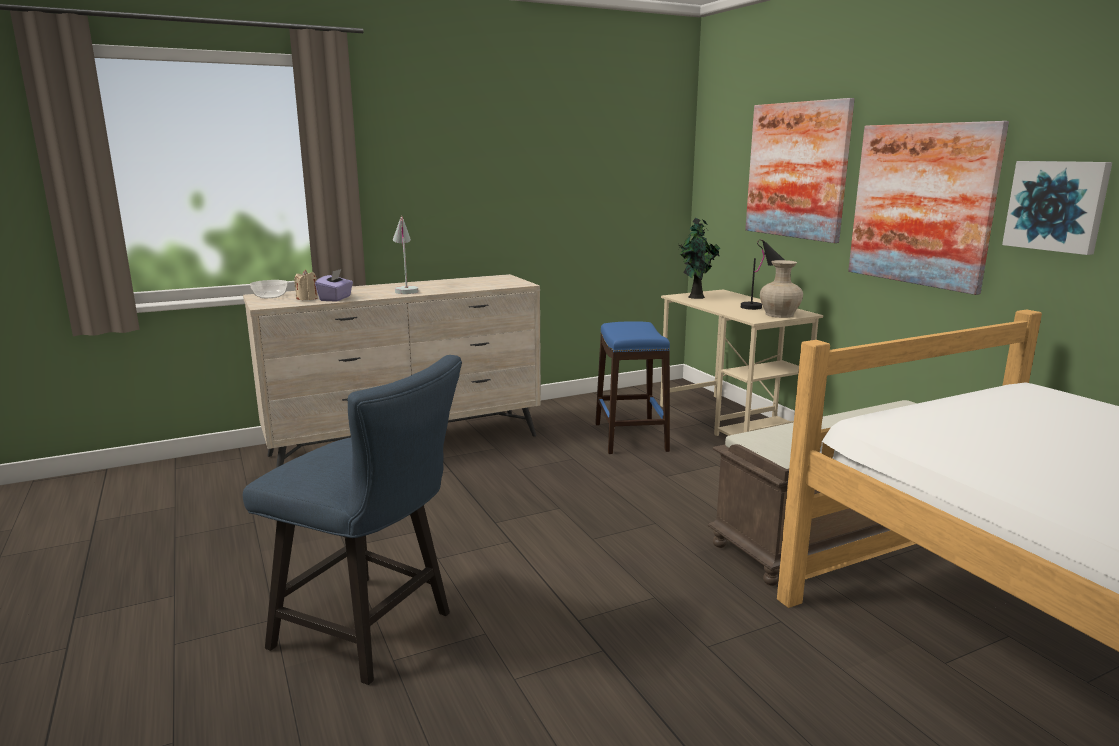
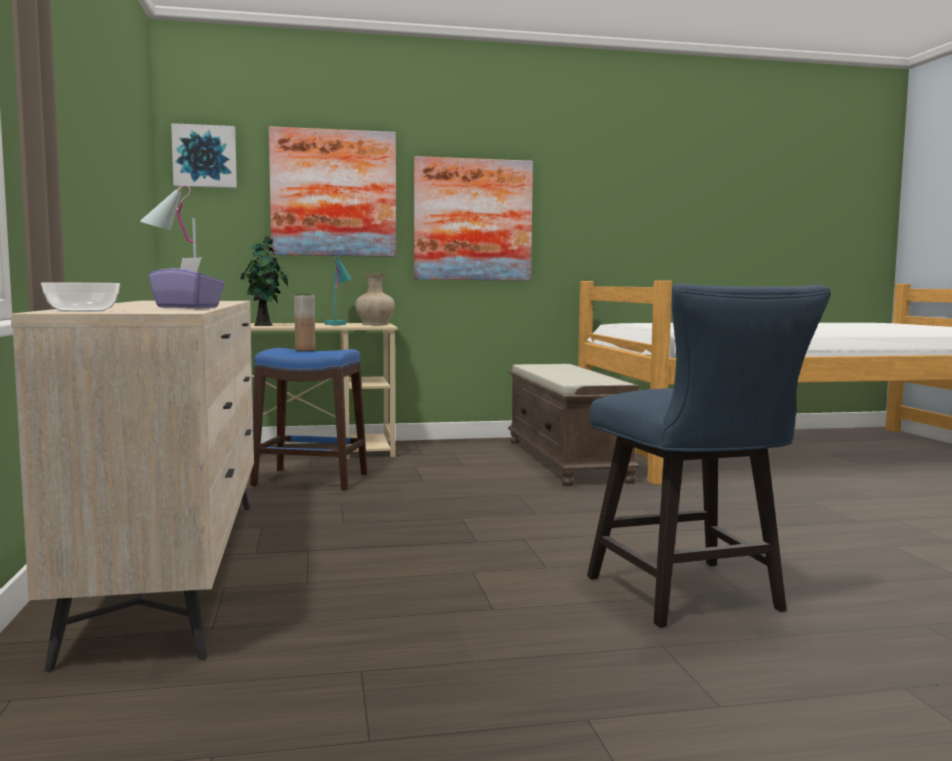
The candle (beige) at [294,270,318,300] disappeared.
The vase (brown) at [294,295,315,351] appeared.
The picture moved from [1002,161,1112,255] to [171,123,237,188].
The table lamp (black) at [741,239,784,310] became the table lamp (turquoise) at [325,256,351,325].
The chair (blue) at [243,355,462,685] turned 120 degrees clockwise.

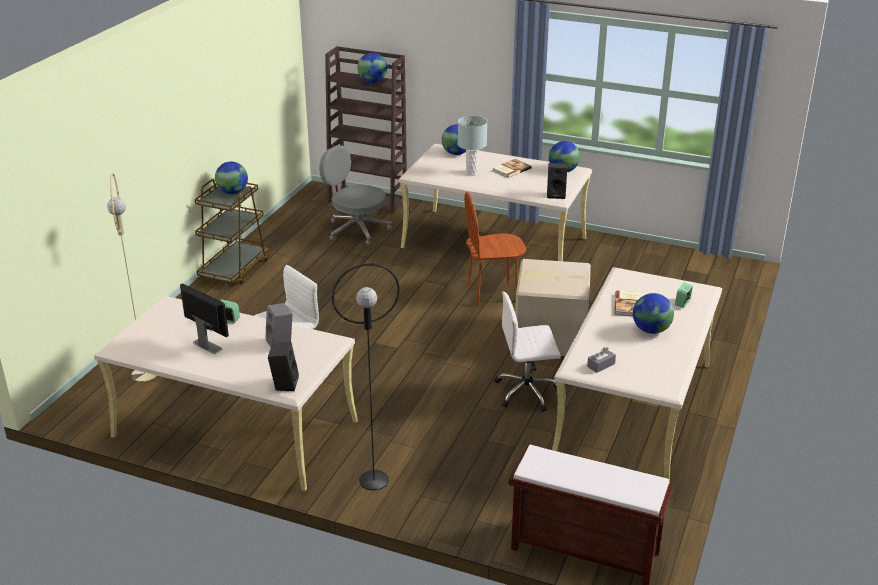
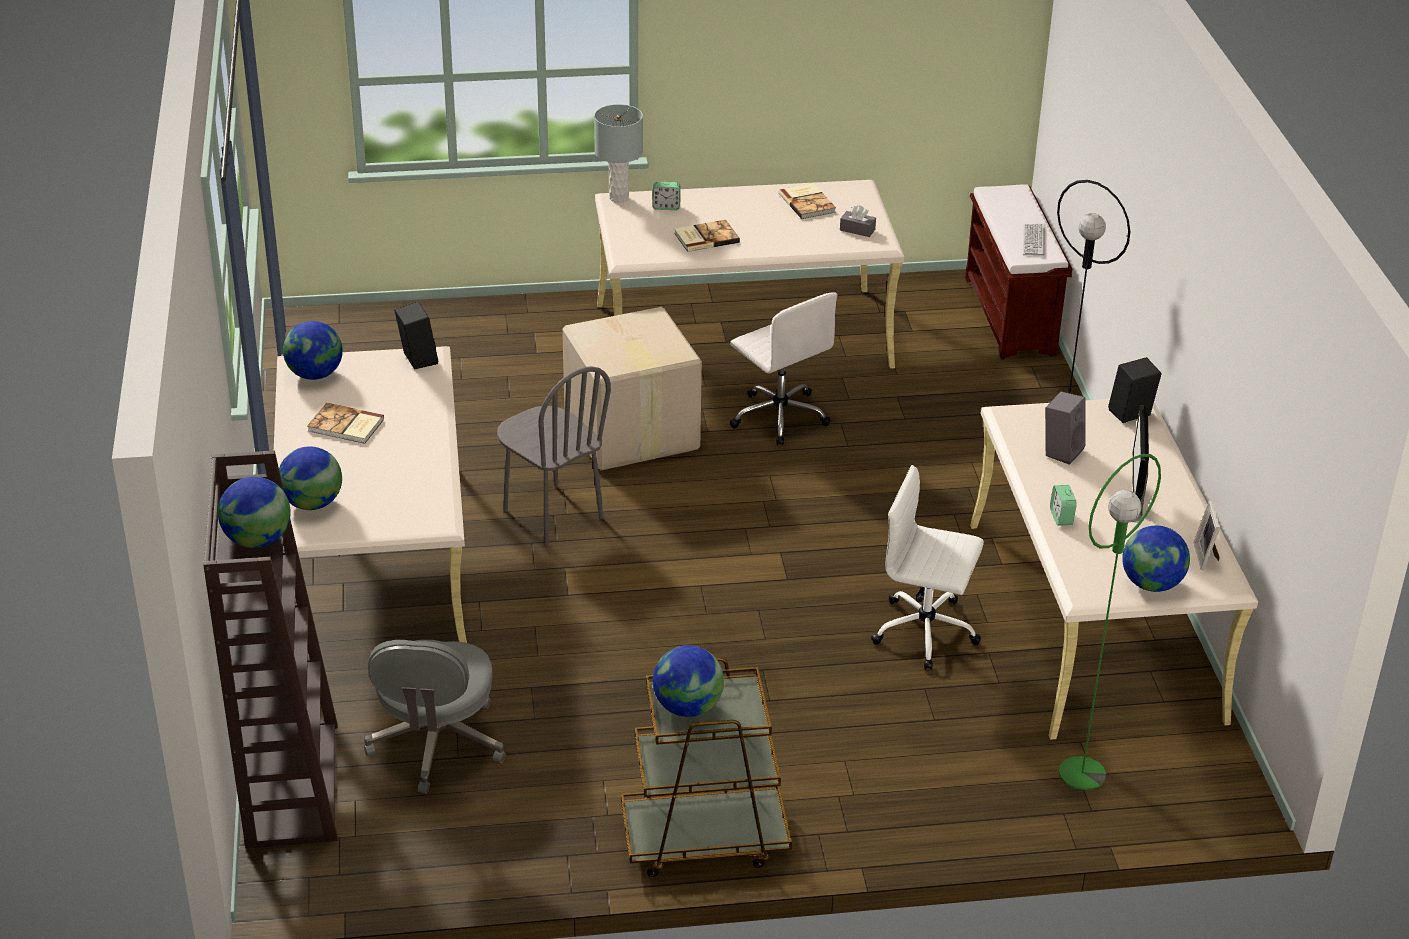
The book at [779,183,836,219] appeared.
The keyboard at [1023,224,1045,256] appeared.
The picture frame at [1193,501,1220,570] appeared.
The table lamp (grey) moved from [458,116,487,176] to [594,104,643,203].
The globe moved from [633,293,674,334] to [1122,525,1190,592].
The floor lamp (beige) at [107,173,157,382] became the floor lamp (green) at [1059,454,1161,790].
The chair (brown) at [464,192,526,307] became the chair (grey) at [497,366,611,546].

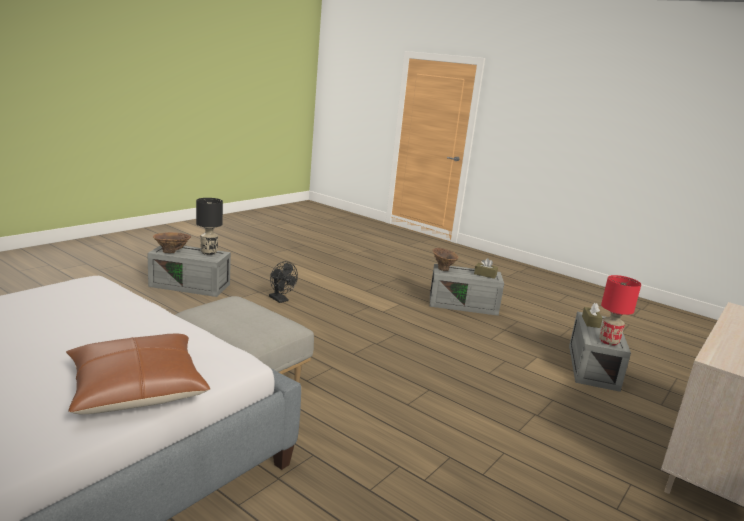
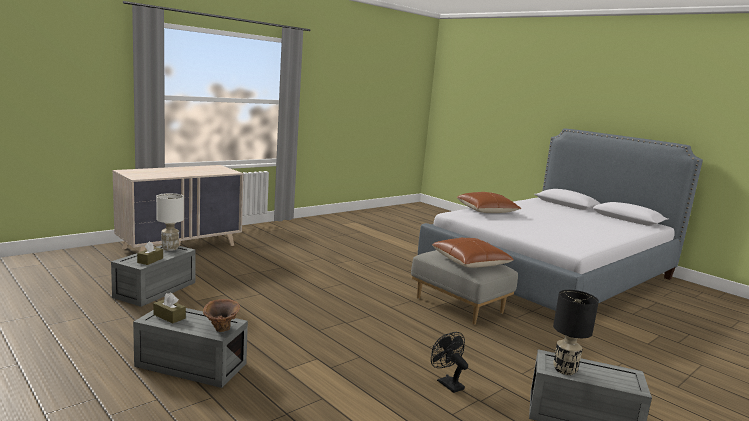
The vase (brown) at [153,232,191,253] disappeared.
The pillow (brown) at [432,238,514,268] appeared.
The table lamp (red) at [599,275,641,346] became the table lamp (white) at [156,193,184,251].

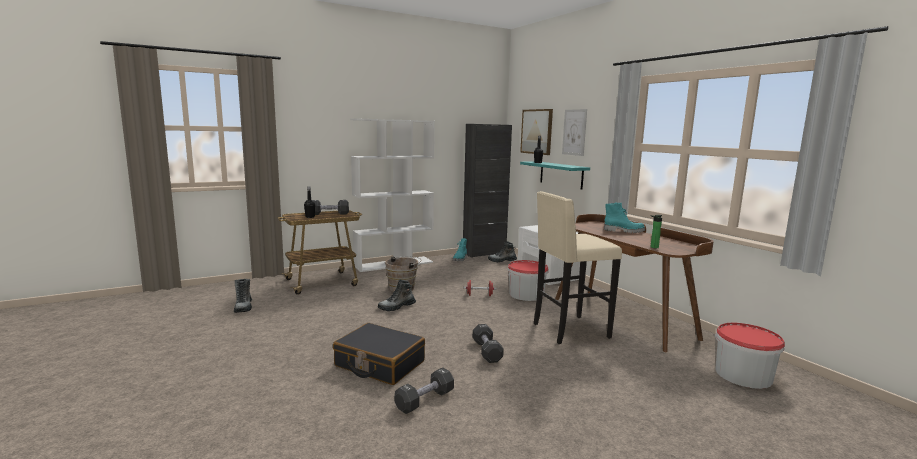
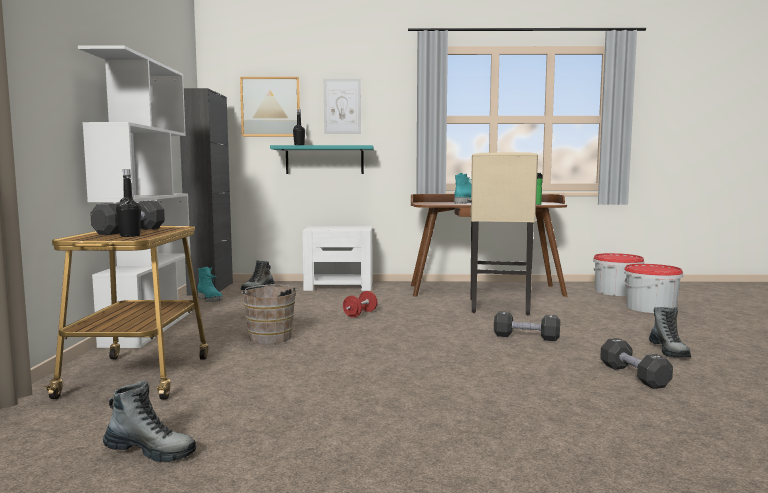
The suitcase (black) at [333,323,425,385] disappeared.
The boot moved from [378,279,416,311] to [649,307,691,357].
The bucket moved from [508,260,548,301] to [624,264,683,313].

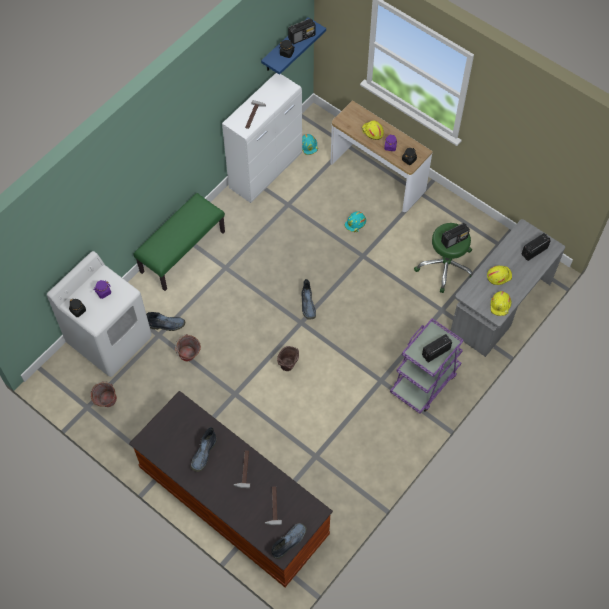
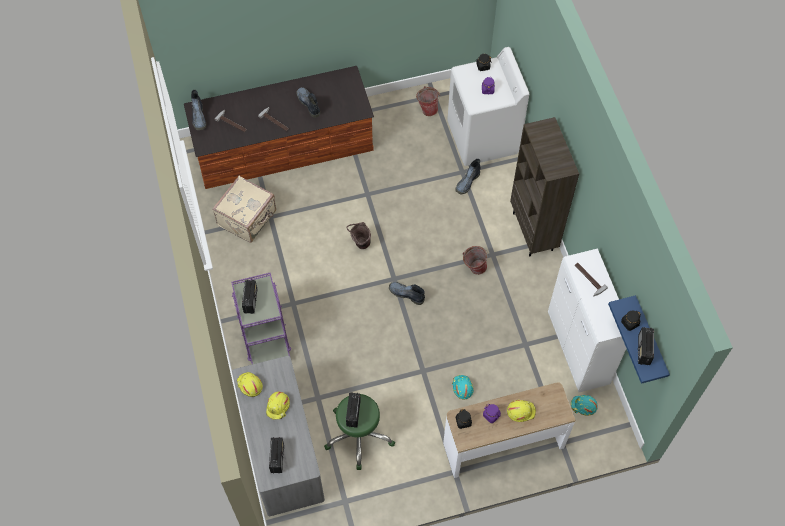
The suitcase (beige) at [212,176,276,243] appeared.
The bucket moved from [175,334,201,361] to [463,246,488,275].
The bench (green) at [134,193,225,291] was replaced by the bookcase (brown) at [510,117,579,256].

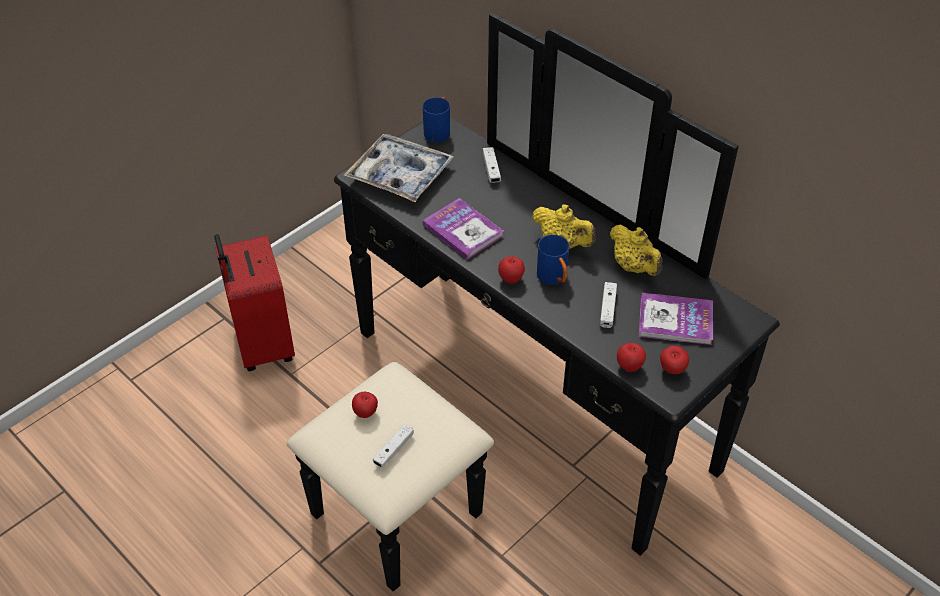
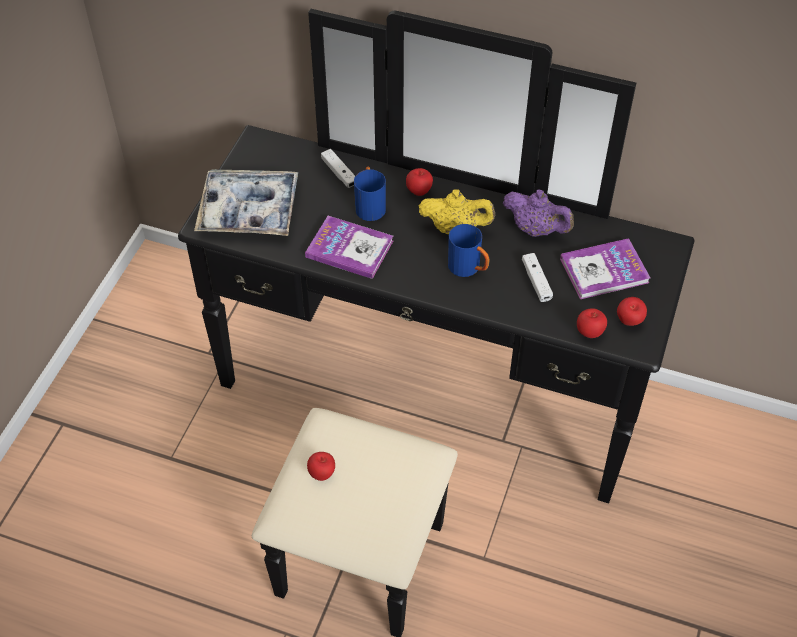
The suitcase (red) at [214,234,295,371] disappeared.
The game controller (white) at [373,424,414,468] disappeared.
The mug (blue) moved from [422,97,450,143] to [354,167,386,221].
The apple moved from [498,256,525,284] to [406,168,433,196].
The teapot (yellow) at [610,224,663,276] became the teapot (purple) at [503,189,574,237].

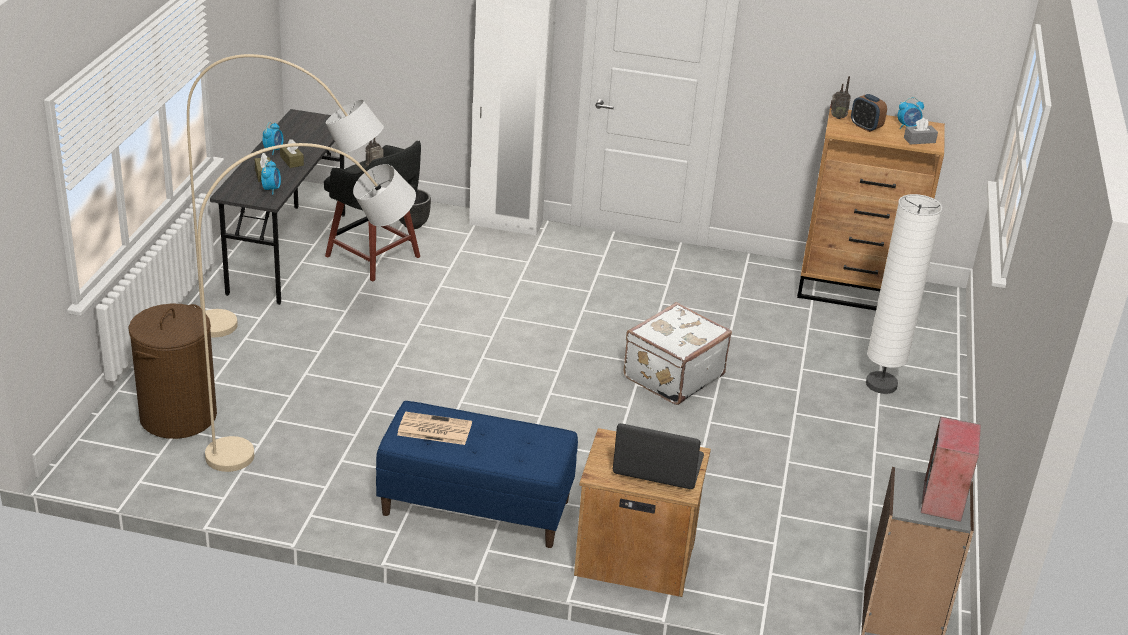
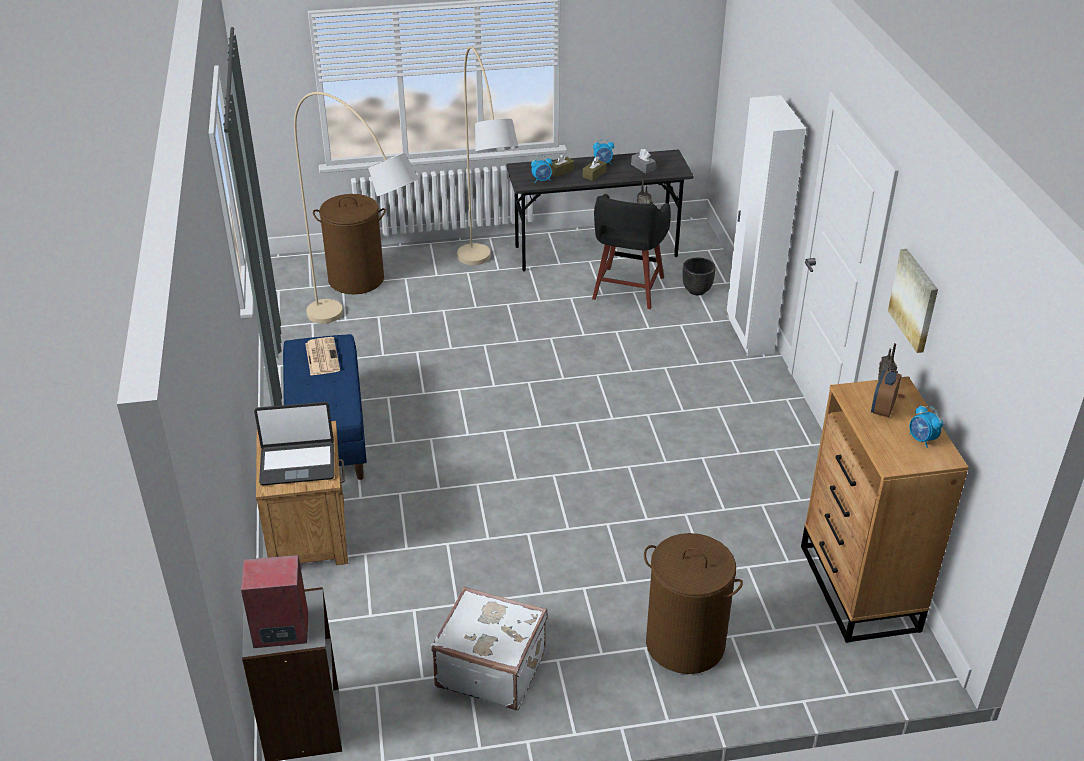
The picture at [888,249,938,353] appeared.
The suitcase (white) moved from [623,302,732,405] to [431,587,548,710].
The tissue box (grey) moved from [904,118,938,144] to [631,149,656,173].
The floor lamp (white) at [866,194,943,394] was replaced by the laundry basket (brown) at [644,533,743,674].
The laptop at [613,423,704,489] turned 90 degrees clockwise.

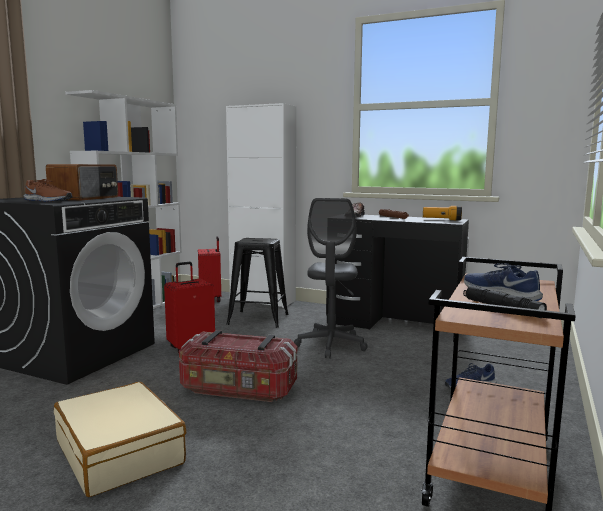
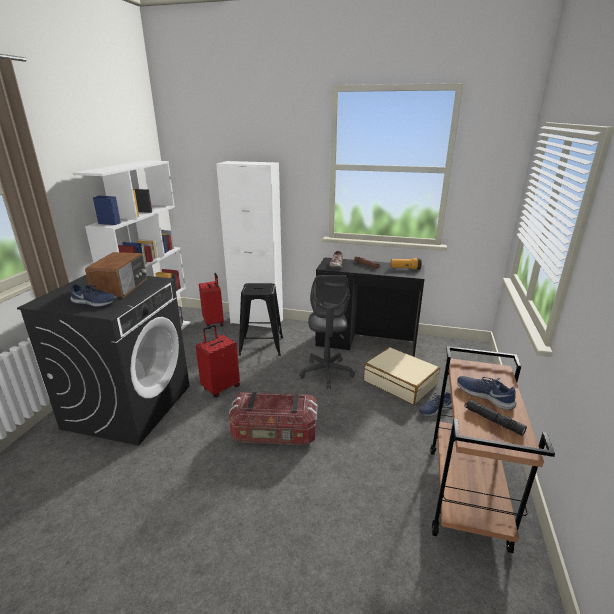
The suitcase (beige) moved from [54,382,186,497] to [364,347,440,404].
The shoe (brown) at [24,179,72,202] became the shoe (blue) at [70,284,118,307].

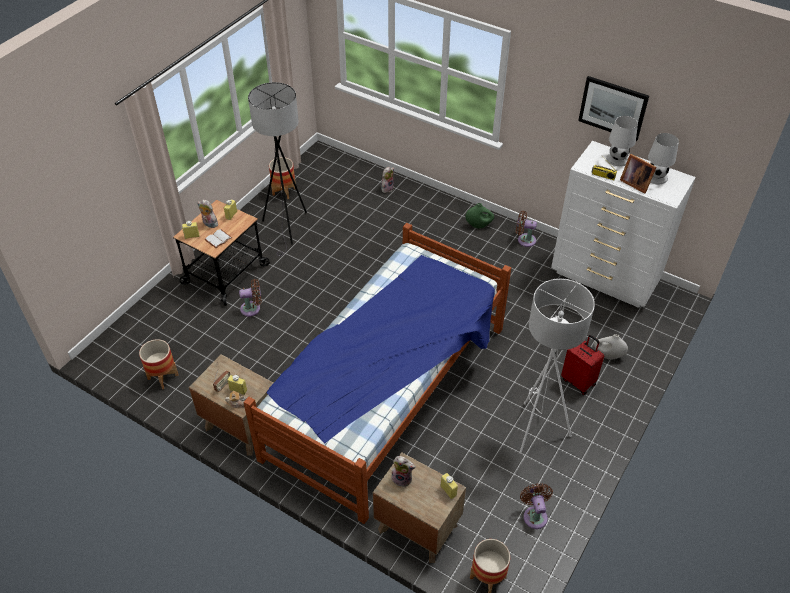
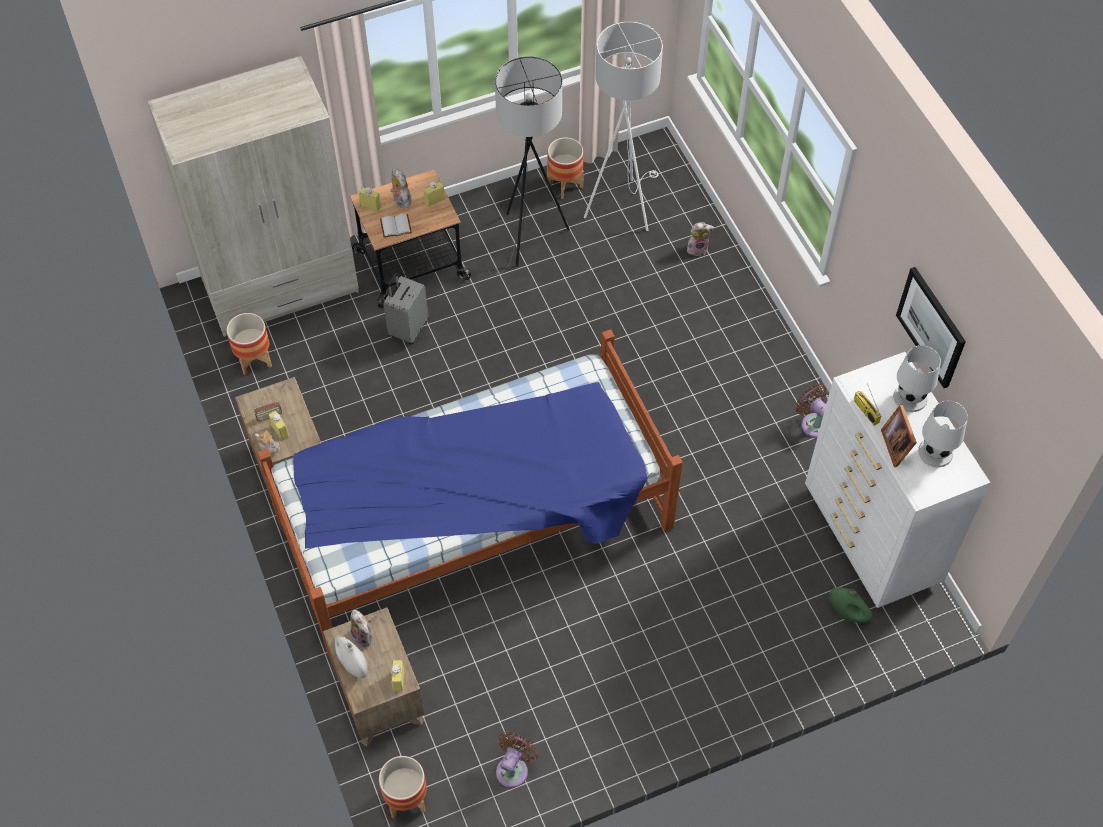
The suitcase (red) at [561,335,604,395] disappeared.
The wardrobe (beige) at [148,56,359,337] appeared.
The vase (green) moved from [466,203,494,228] to [829,587,873,623].
The floor lamp (white) moved from [519,278,595,453] to [584,21,663,231].
The vase (white) moved from [594,334,628,360] to [335,635,368,678].
The fan (brown) at [239,279,261,317] was replaced by the suitcase (grey) at [384,273,428,344].

